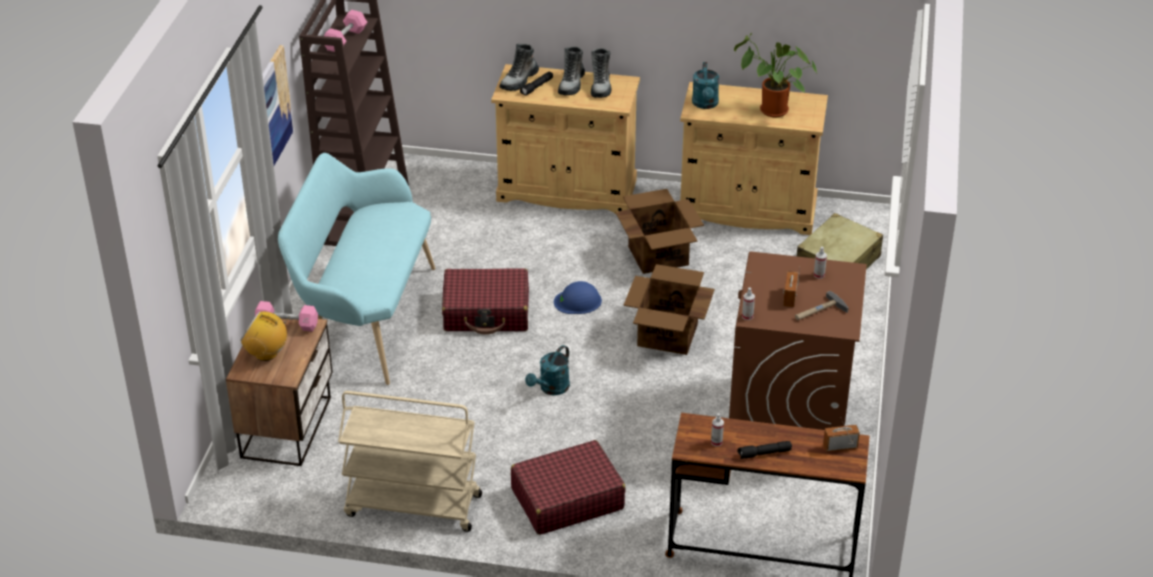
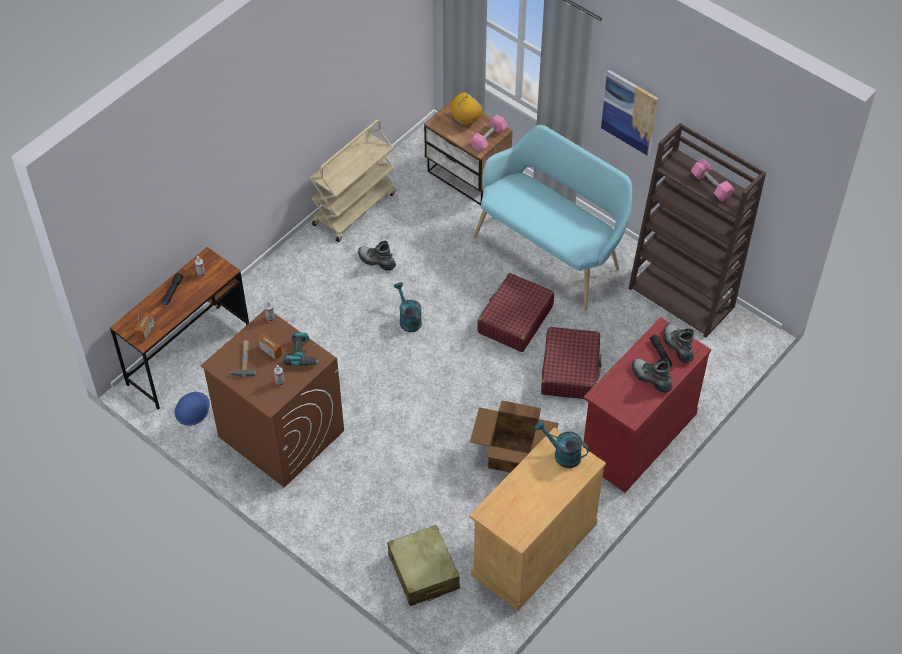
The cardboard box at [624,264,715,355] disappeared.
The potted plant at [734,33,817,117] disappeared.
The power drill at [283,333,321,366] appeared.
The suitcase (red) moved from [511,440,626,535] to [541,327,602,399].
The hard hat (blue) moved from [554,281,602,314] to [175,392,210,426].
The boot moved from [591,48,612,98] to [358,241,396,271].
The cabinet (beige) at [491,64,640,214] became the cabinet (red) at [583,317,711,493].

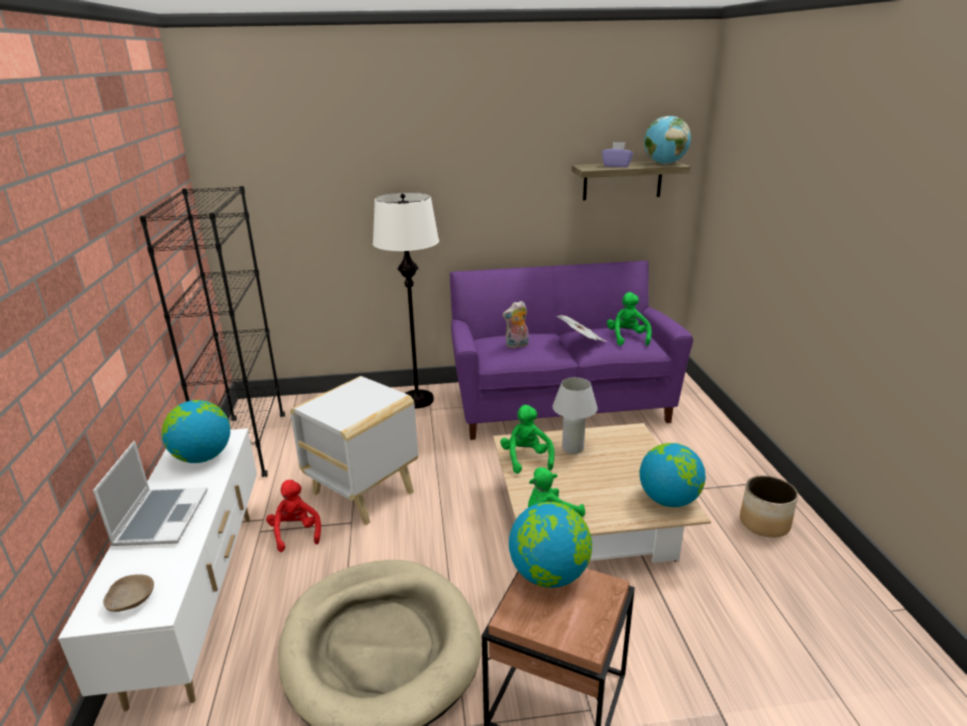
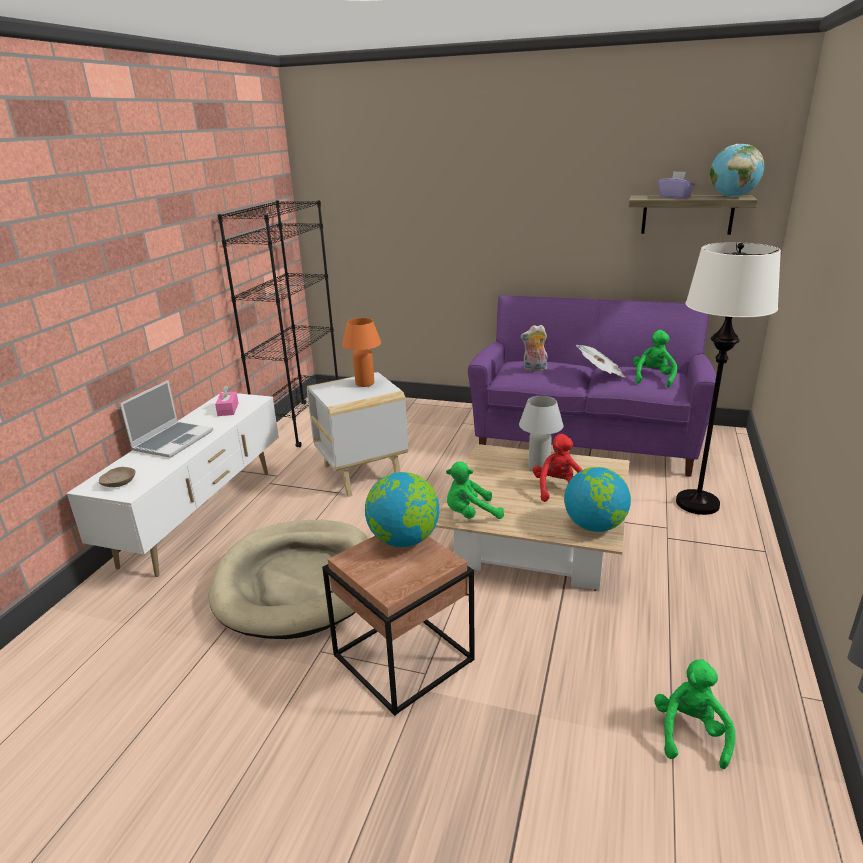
The planter at [740,475,798,537] disappeared.
The table lamp (orange) at [342,318,381,387] appeared.
The plush toy (red) moved from [266,480,321,552] to [533,434,582,502].
The floor lamp (white) moved from [373,193,439,408] to [676,242,781,515].
The plush toy (green) moved from [500,405,555,474] to [654,659,735,769].
The globe at [162,400,230,463] was replaced by the tissue box (pink) at [215,385,238,416].

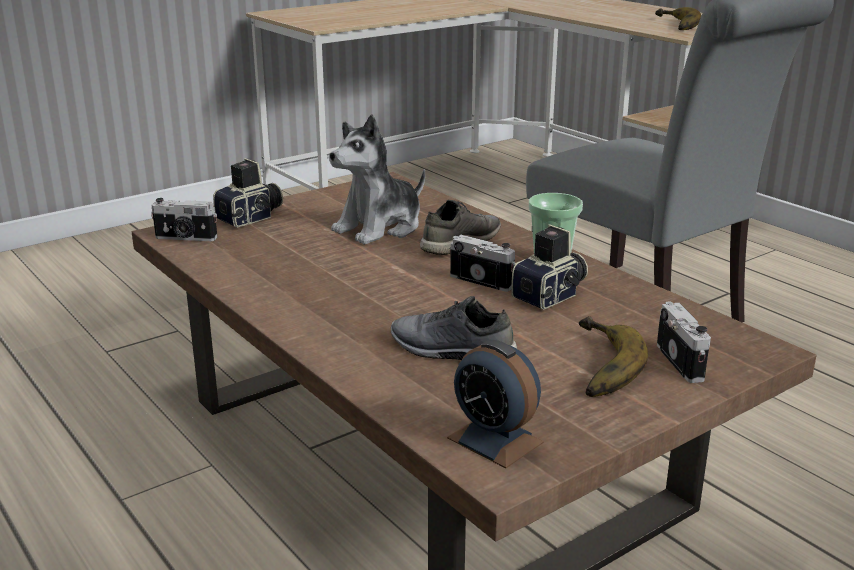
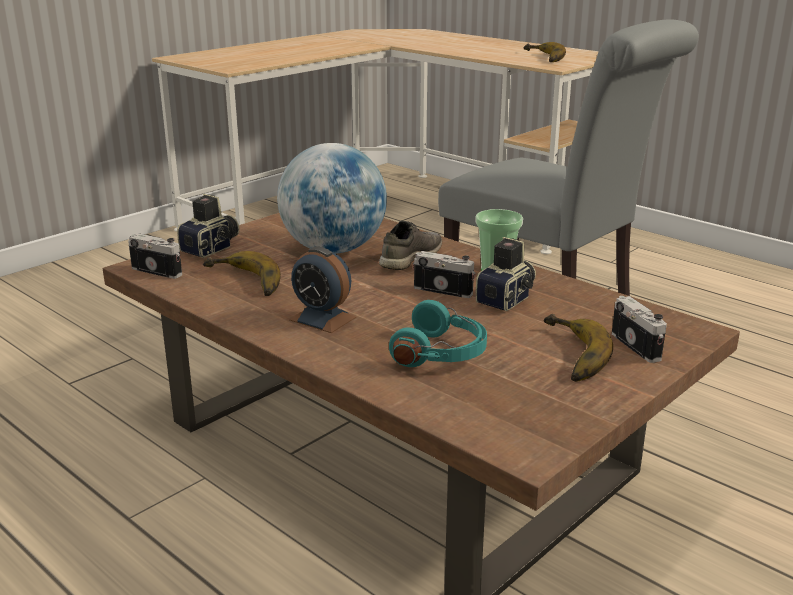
The banana at [203,251,281,296] appeared.
The alarm clock moved from [447,340,544,468] to [289,247,356,333].
The plush toy at [329,114,425,245] was replaced by the globe at [277,143,387,254].
The shoe (grey) at [391,296,517,360] was replaced by the headphones (turquoise) at [389,300,487,367].
The photo camera at [151,198,217,241] turned 150 degrees counterclockwise.

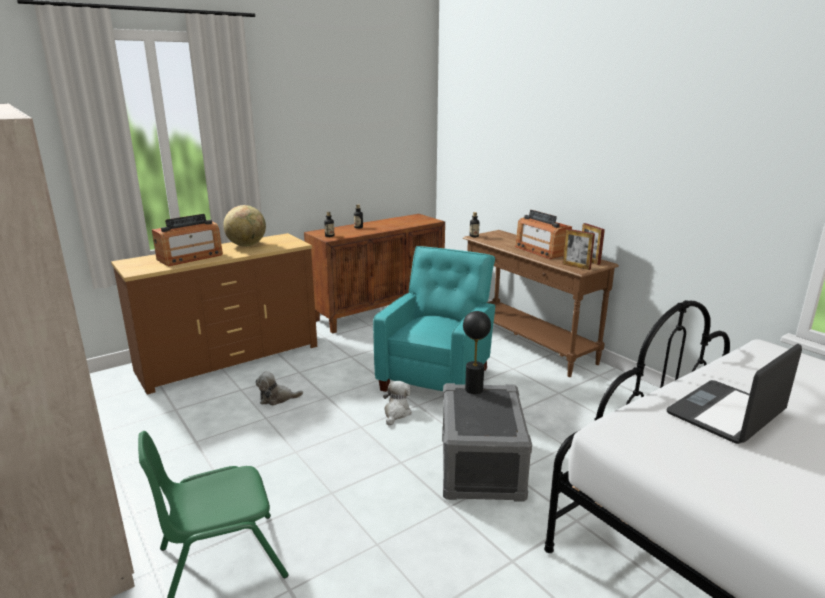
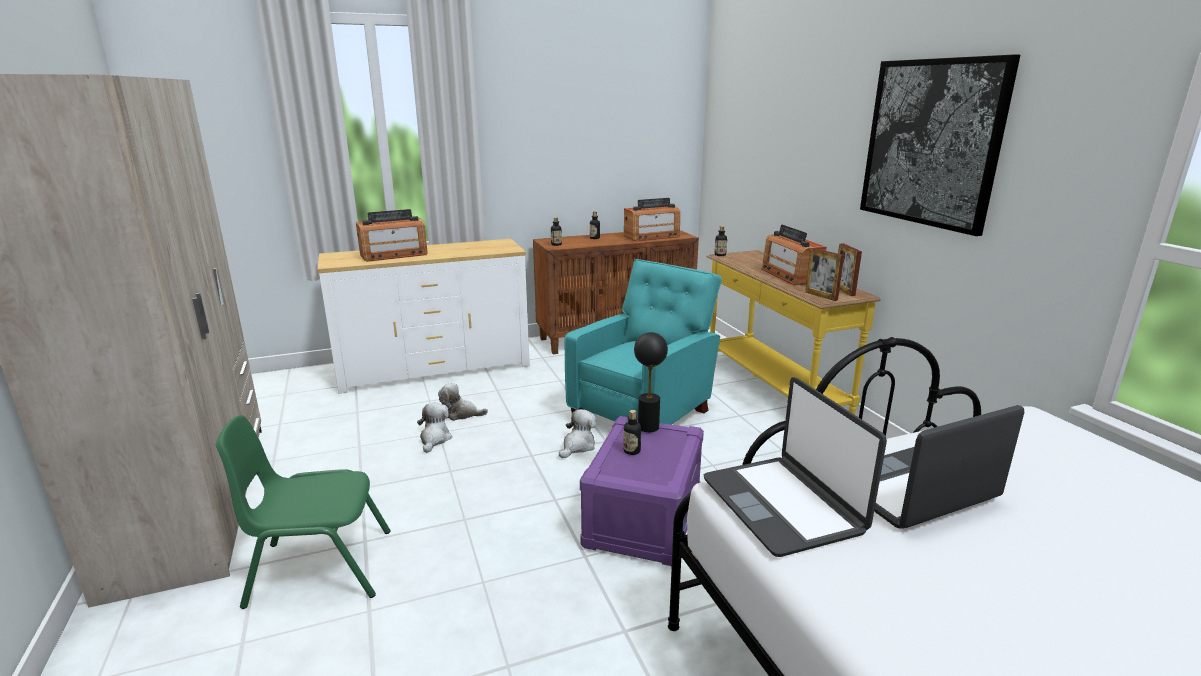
The globe at [223,205,266,246] disappeared.
The plush toy at [417,403,452,453] appeared.
The radio at [624,198,680,242] appeared.
The bottle at [624,410,641,455] appeared.
The laptop at [704,377,887,557] appeared.
The picture at [860,54,1020,236] appeared.
The dresser (brown) at [111,233,317,395] became the dresser (white) at [317,239,530,394].
The storage box (grey) at [442,383,532,502] became the storage box (purple) at [580,416,704,566].
The console table (brown) at [463,230,619,377] became the console table (yellow) at [707,250,881,415].

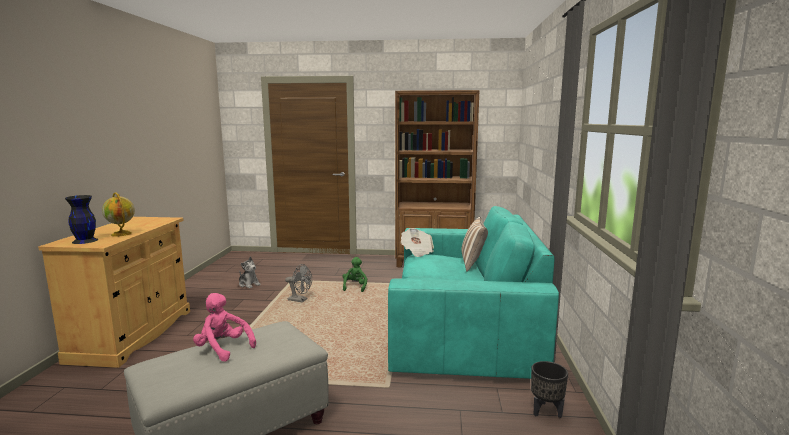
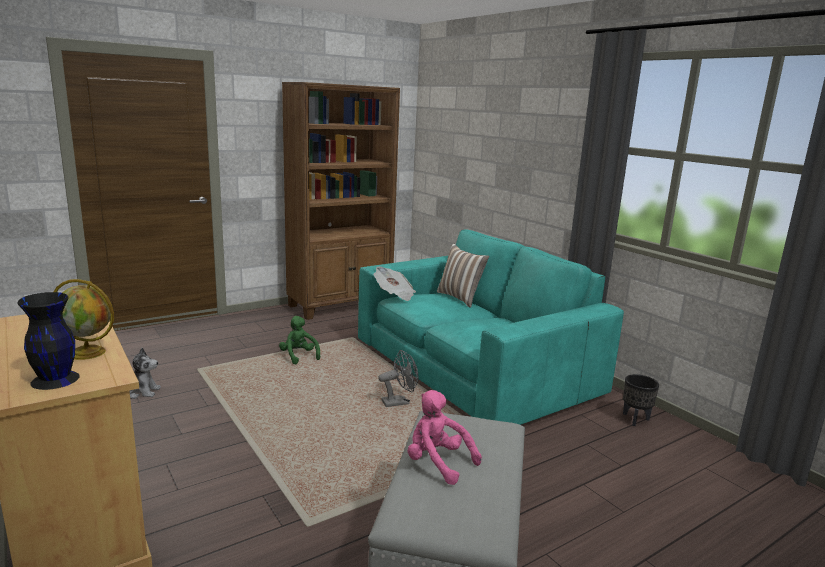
The fan (grey) moved from [285,264,312,302] to [378,350,419,407].
The plush toy (pink) at [193,293,256,362] turned 45 degrees clockwise.

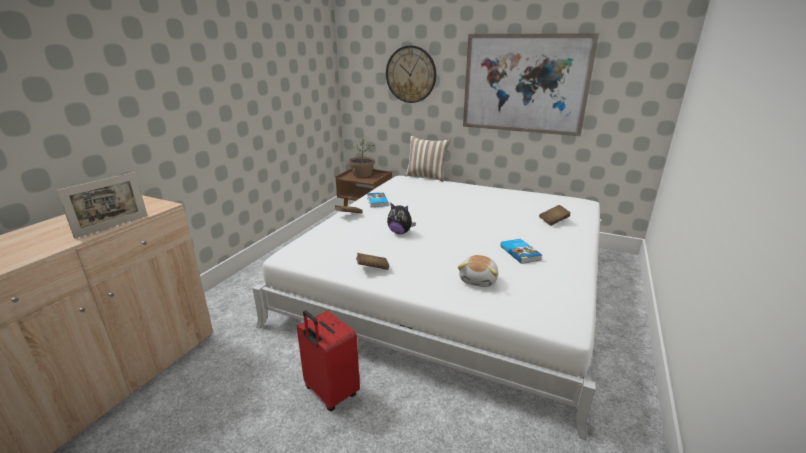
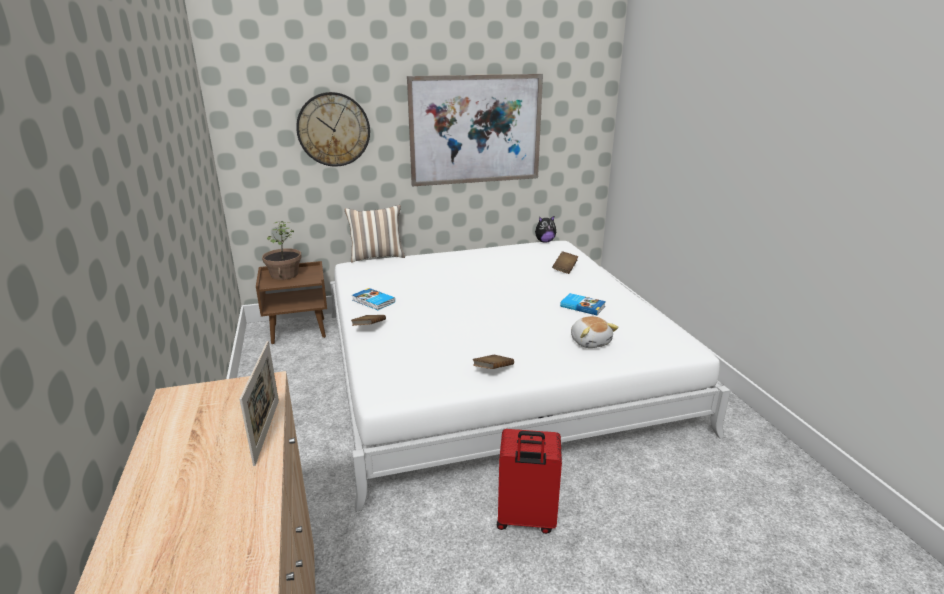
The plush toy moved from [387,203,416,234] to [535,215,556,243].

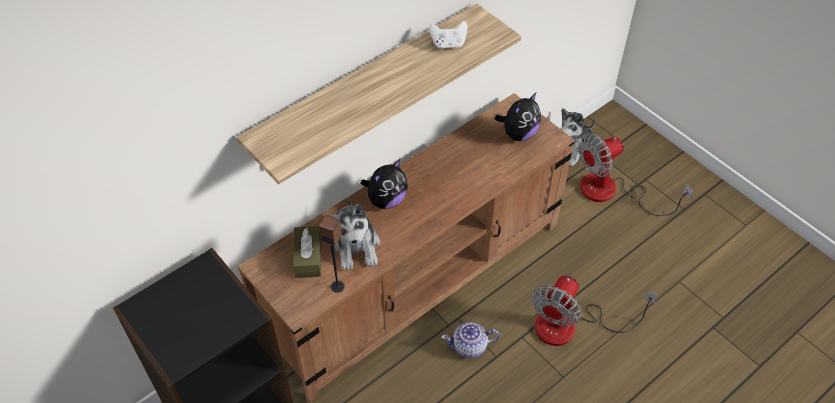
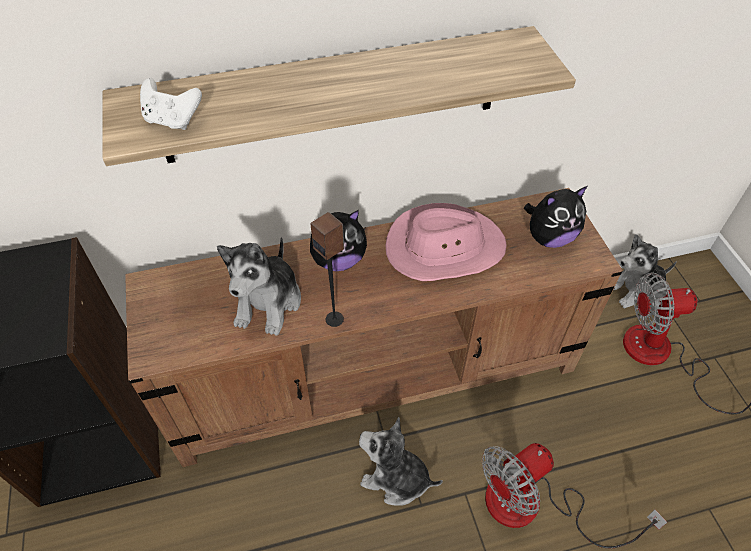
The tissue box (brown) at [293,226,321,278] disappeared.
The hat (pink) at [386,203,507,281] appeared.
The speaker moved from [319,214,345,293] to [310,212,344,327].
The game controller (white) moved from [429,21,468,49] to [140,78,202,130].
The teapot at [441,322,500,359] was replaced by the plush toy at [359,417,443,506].

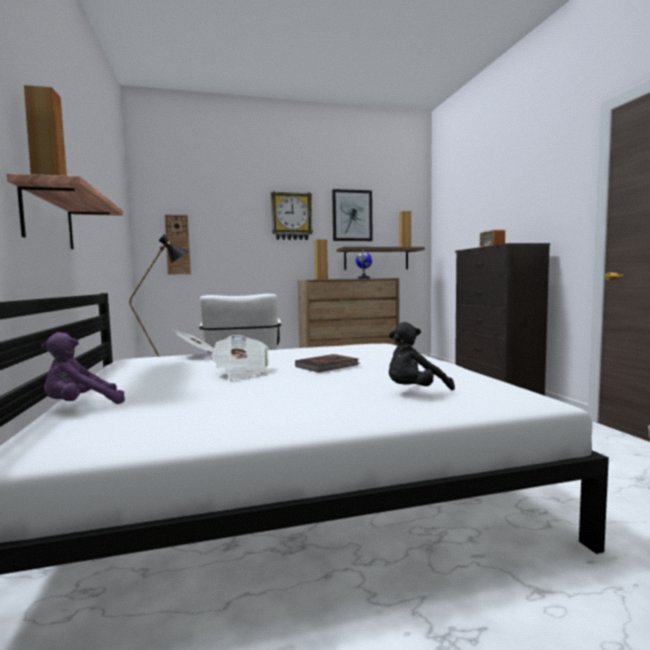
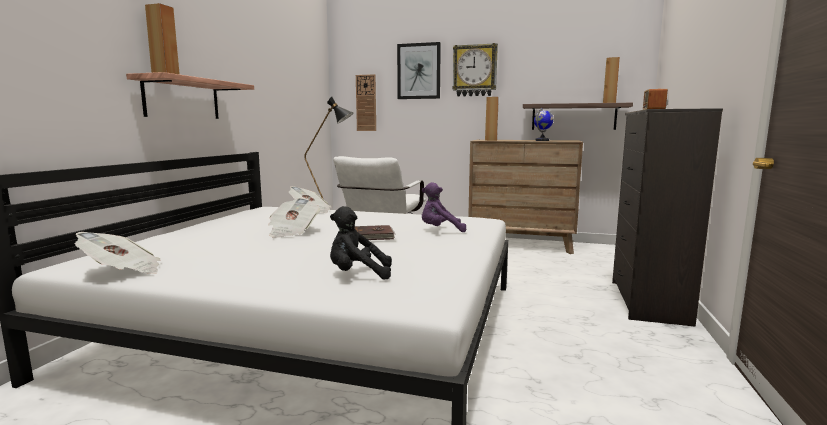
The newspaper at [75,232,161,274] appeared.
The plush toy (purple) moved from [41,332,125,404] to [422,182,466,232].
The picture moved from [332,189,373,241] to [397,42,441,99].

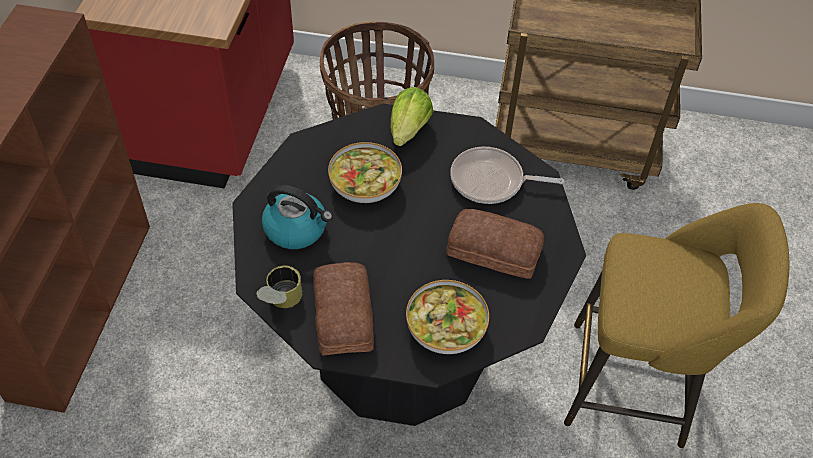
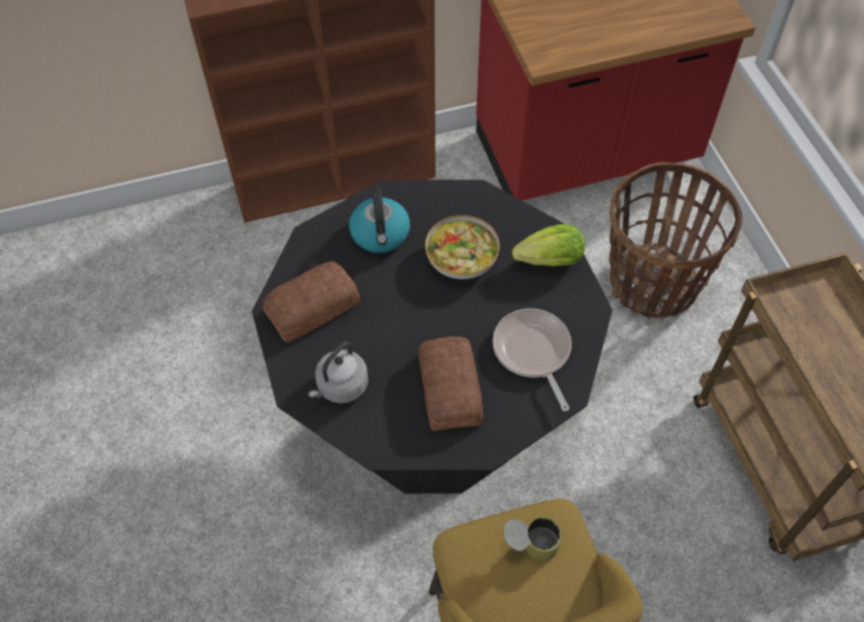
The can moved from [256,266,302,308] to [504,517,562,561].
The bowl at [406,280,489,354] was replaced by the kettle (grey) at [308,342,368,403].

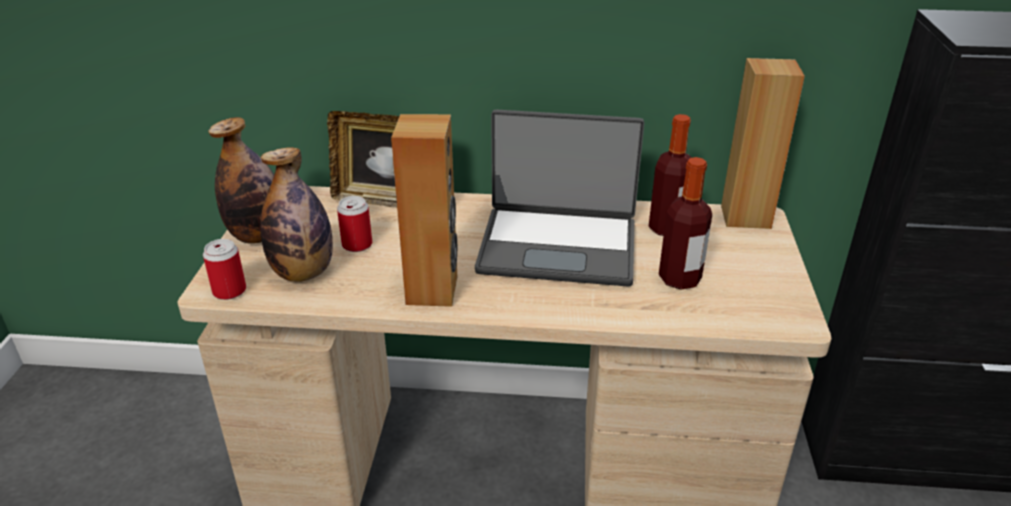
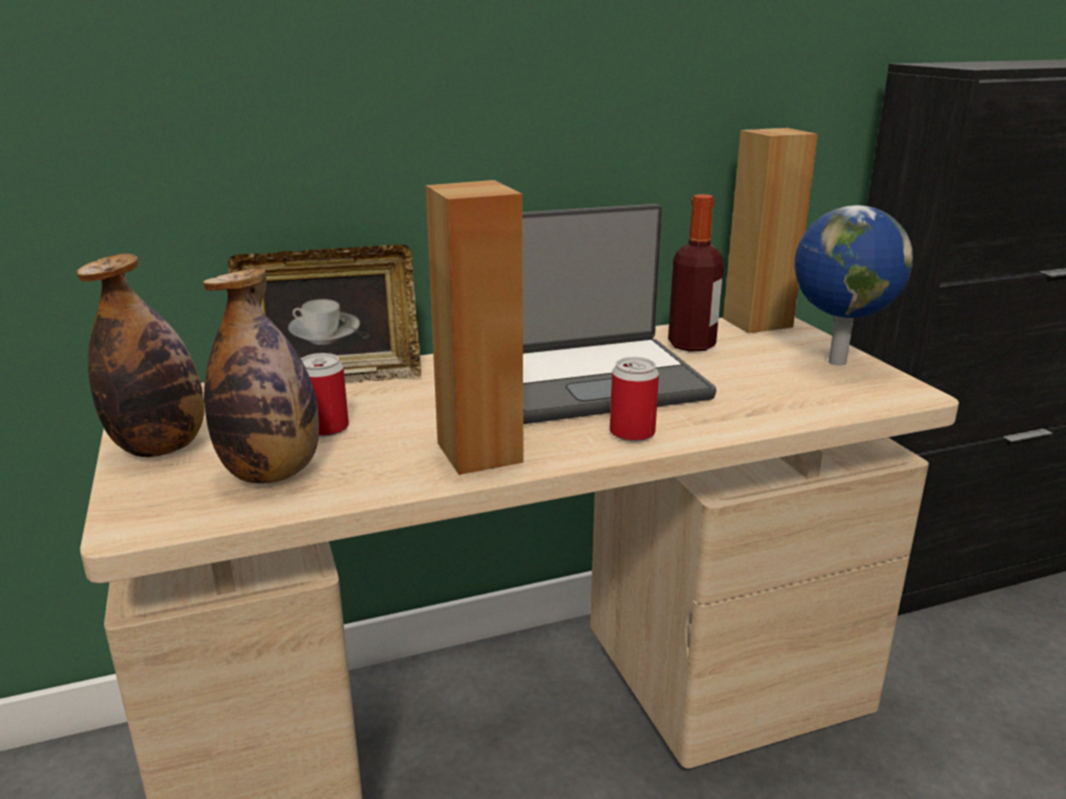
The bottle at [659,157,712,290] disappeared.
The globe at [795,205,913,366] appeared.
The can moved from [203,239,246,300] to [610,357,659,441].

